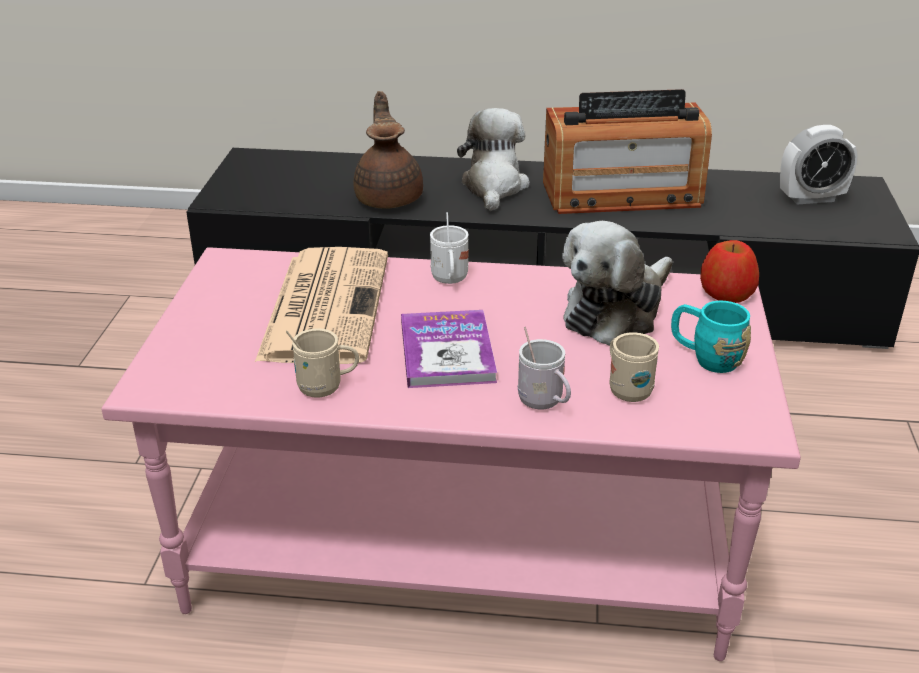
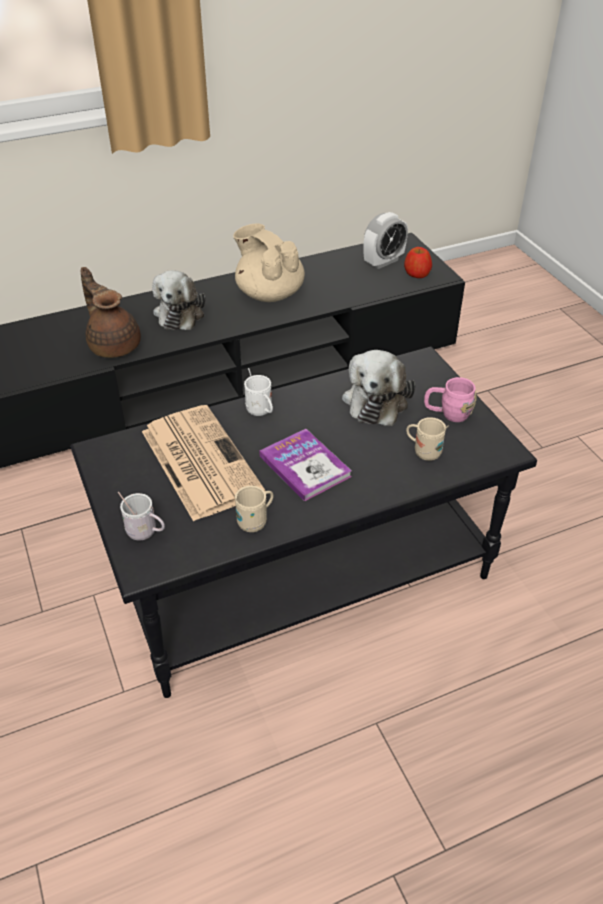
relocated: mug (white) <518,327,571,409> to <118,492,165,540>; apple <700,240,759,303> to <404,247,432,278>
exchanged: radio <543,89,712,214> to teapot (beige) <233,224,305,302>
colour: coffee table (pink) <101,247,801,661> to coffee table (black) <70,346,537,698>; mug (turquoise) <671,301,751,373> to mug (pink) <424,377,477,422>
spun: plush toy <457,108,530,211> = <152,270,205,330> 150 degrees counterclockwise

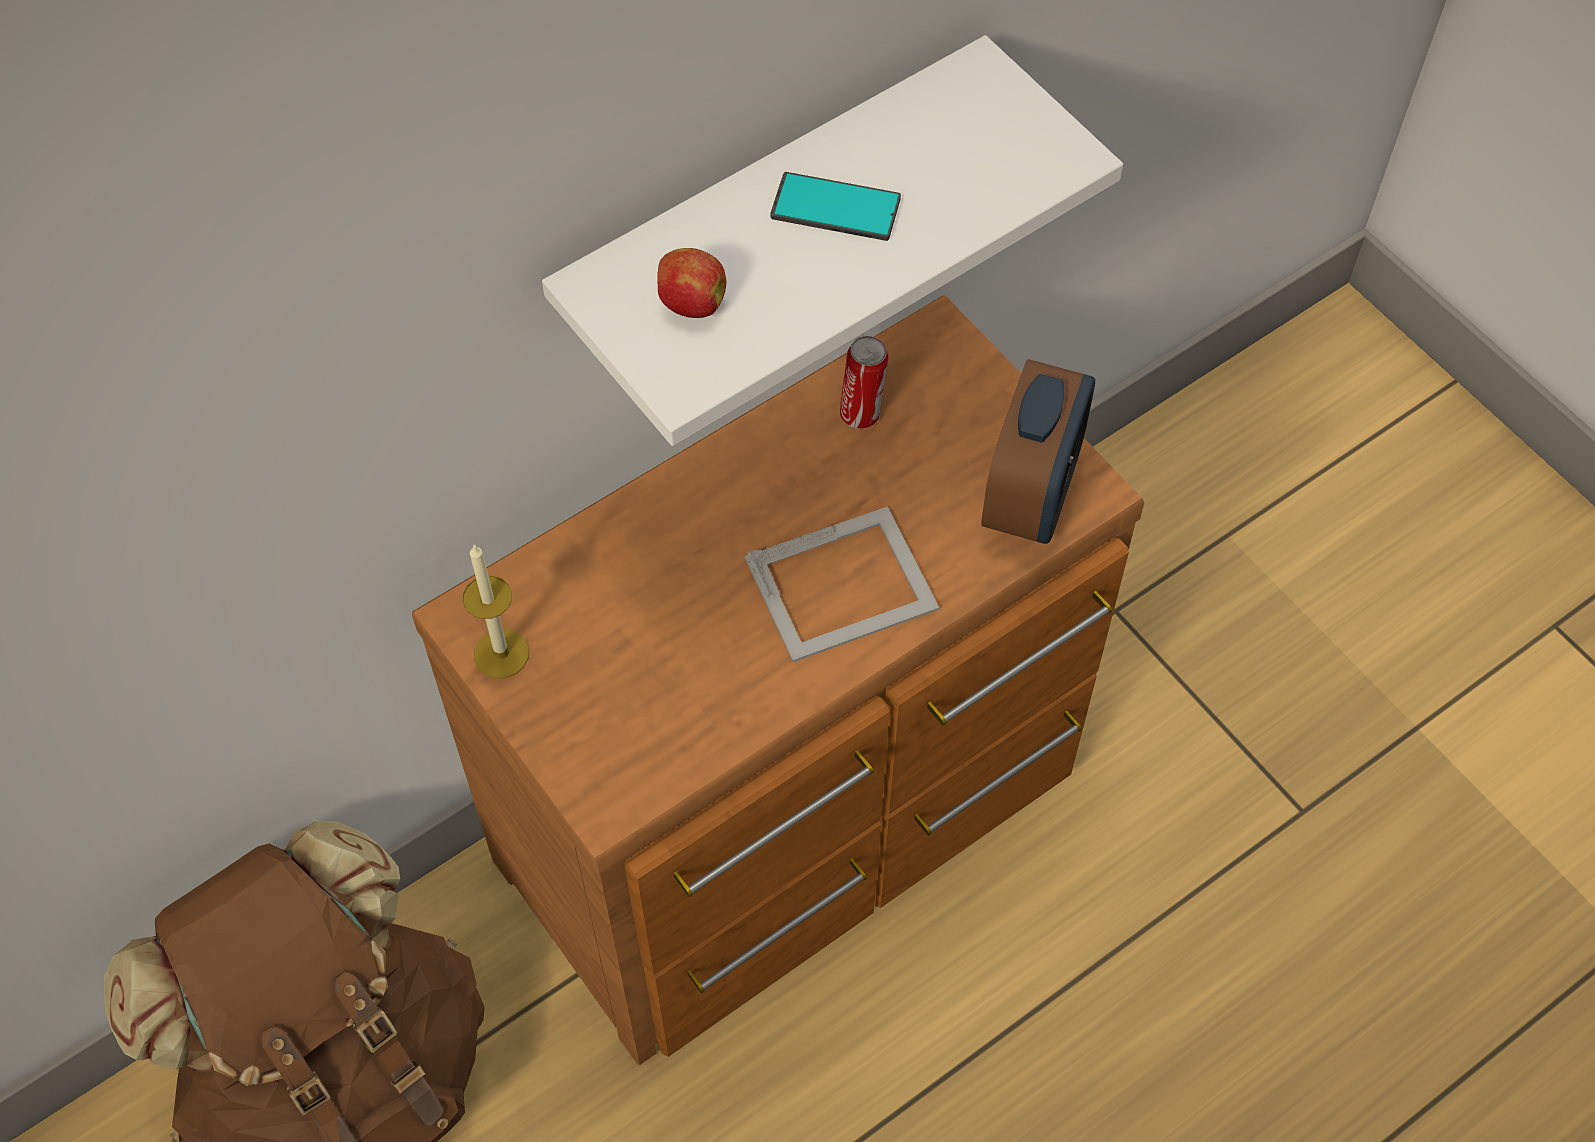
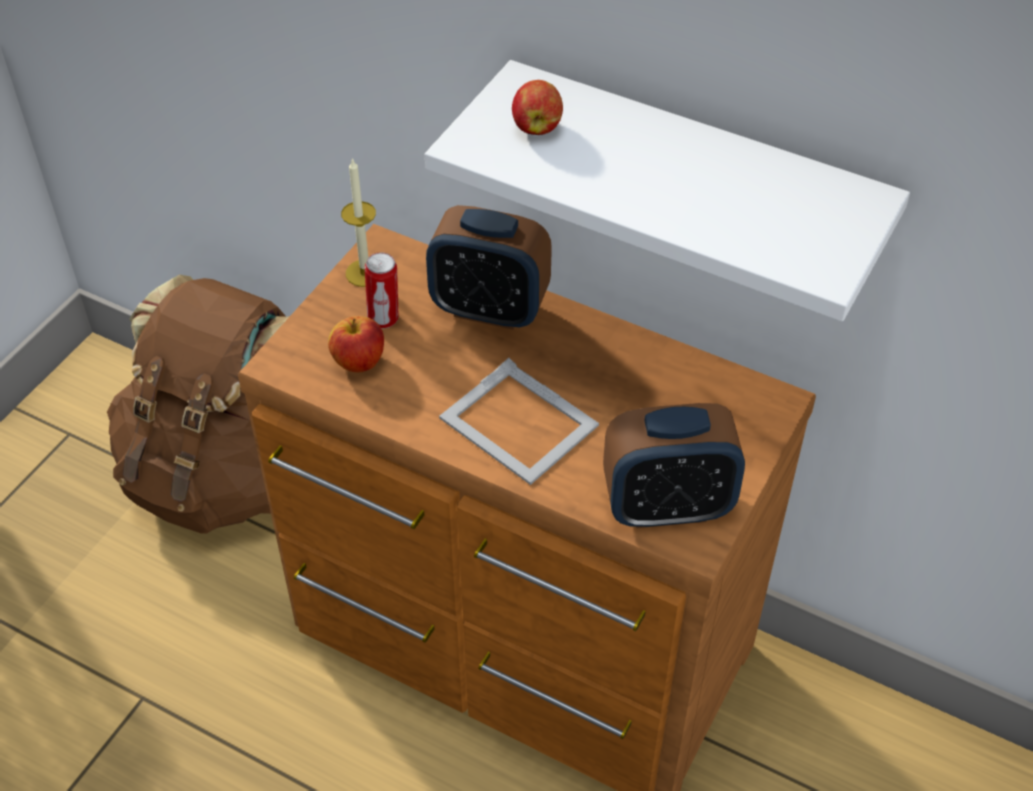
missing: phone <770,172,901,241>
appeared: apple <328,316,384,372>; alarm clock <426,205,552,330>
relocated: can <840,336,888,429> to <365,252,399,329>

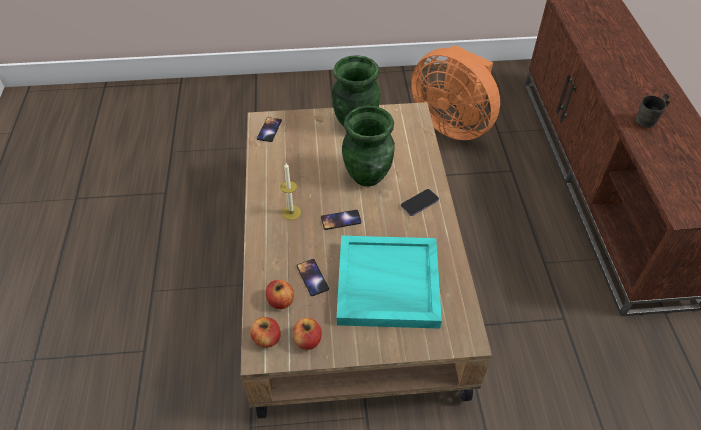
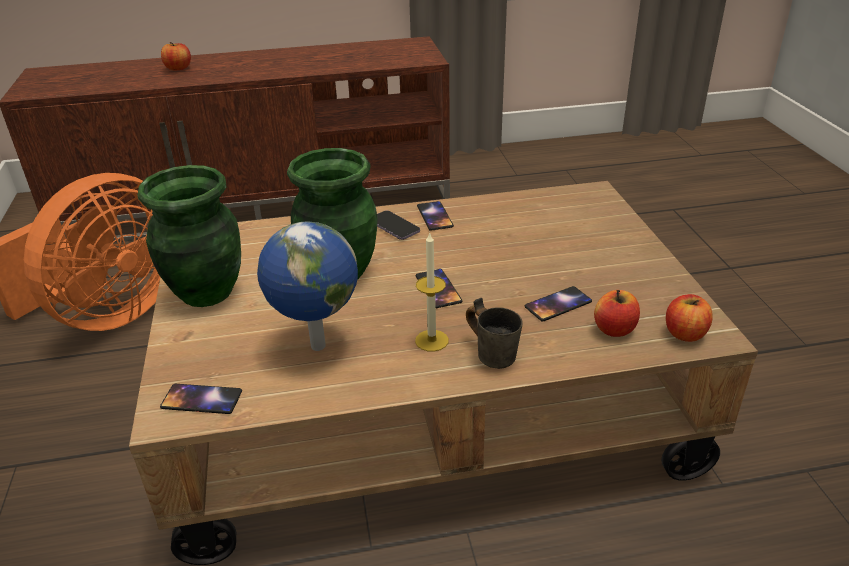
missing: tray (turquoise) <337,236,442,329>
appeared: globe <257,221,358,351>; phone <417,201,454,231>
relocated: apple <293,318,322,350> to <161,42,191,71>; mug (grey) <636,93,670,128> to <466,298,523,369>

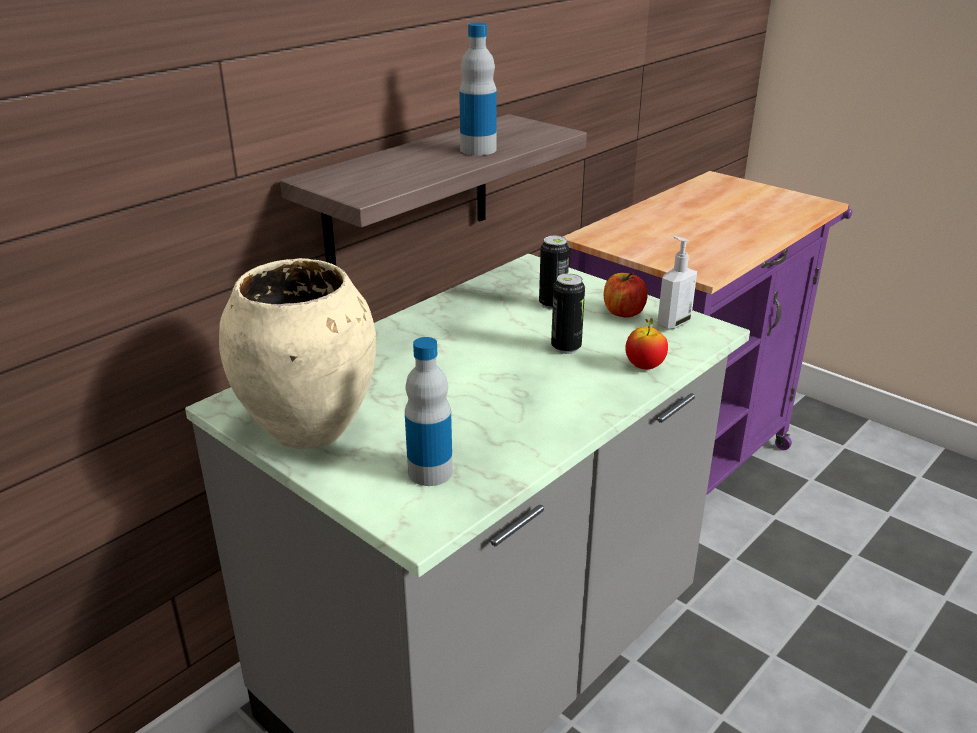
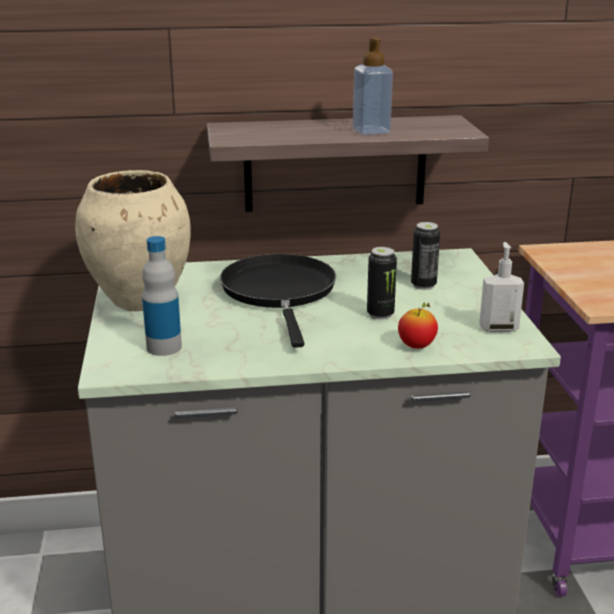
missing: apple <604,272,648,318>
appeared: frying pan (black) <220,254,336,348>
exchanged: bottle <459,23,497,155> to soap dispenser <353,37,393,135>

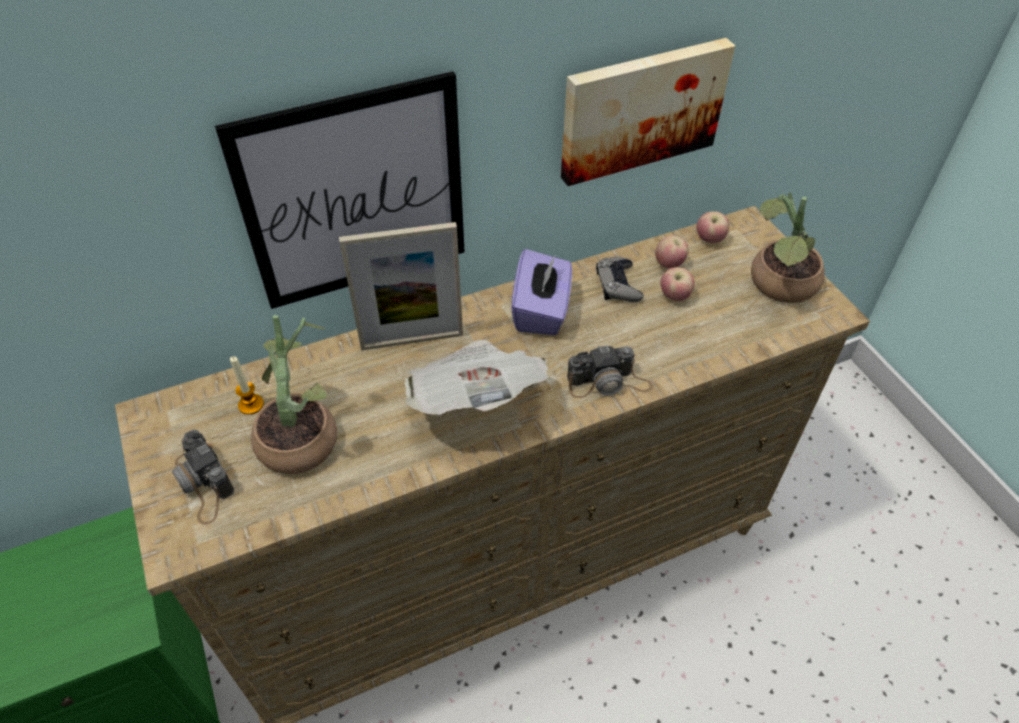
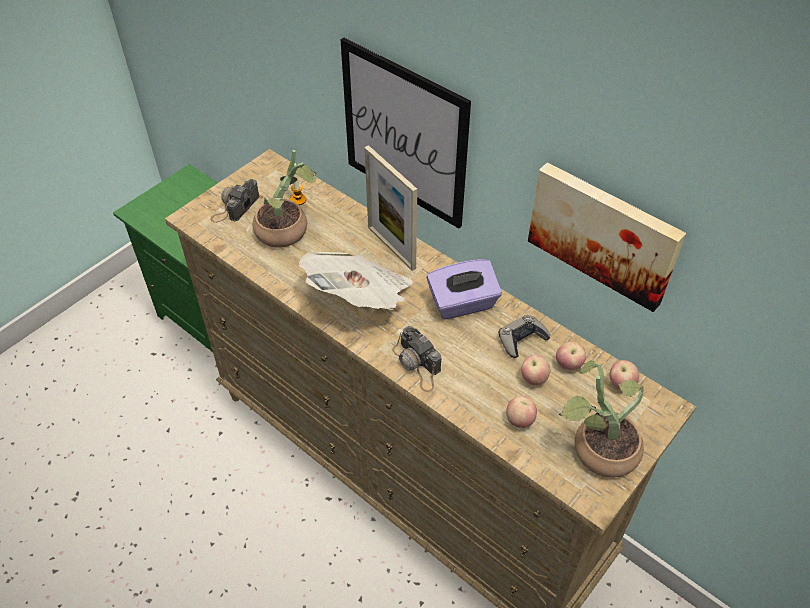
appeared: apple <506,396,537,428>

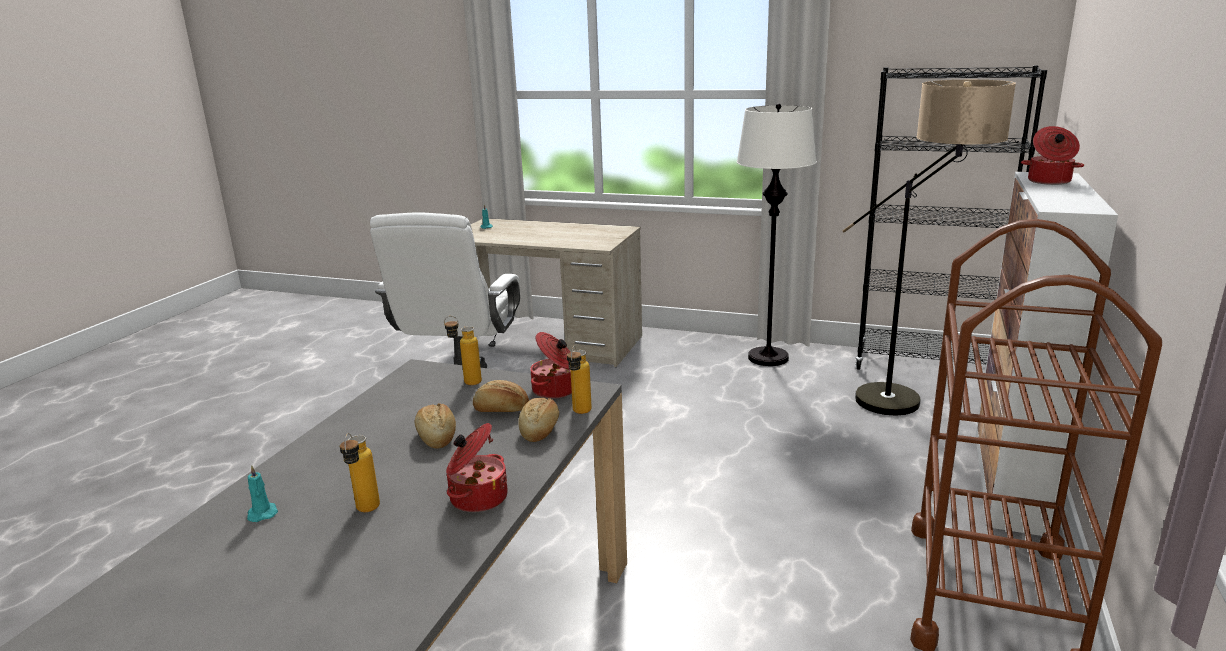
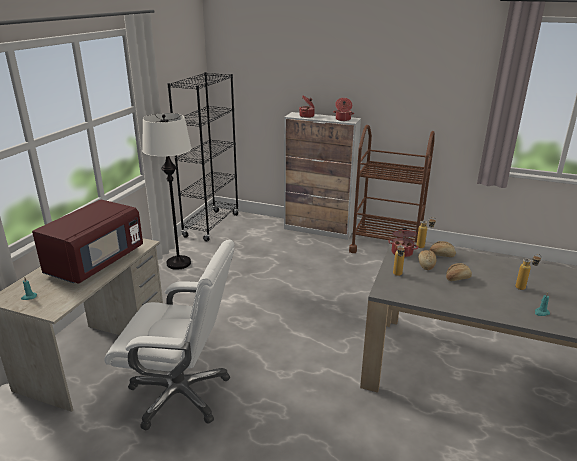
missing: floor lamp <843,80,1016,416>
appeared: microwave (red) <32,199,143,284>
relocated: cooking pot <446,423,508,512> to <333,98,354,121>

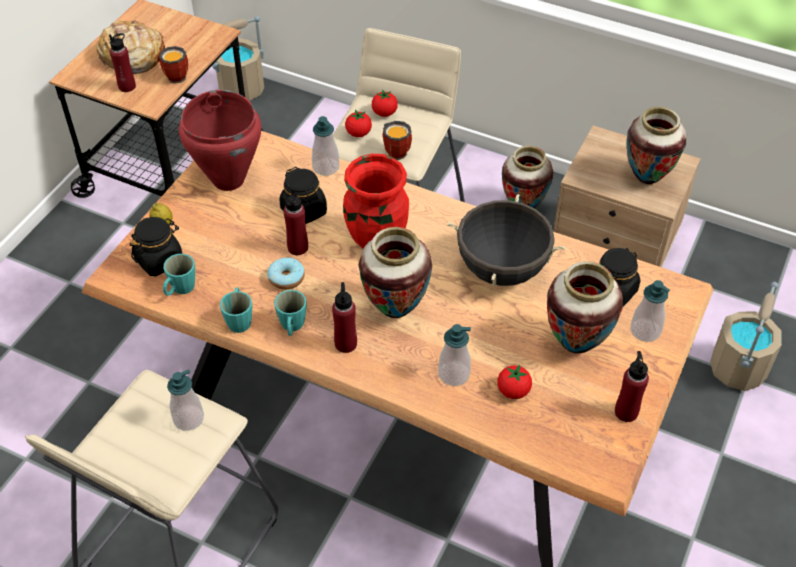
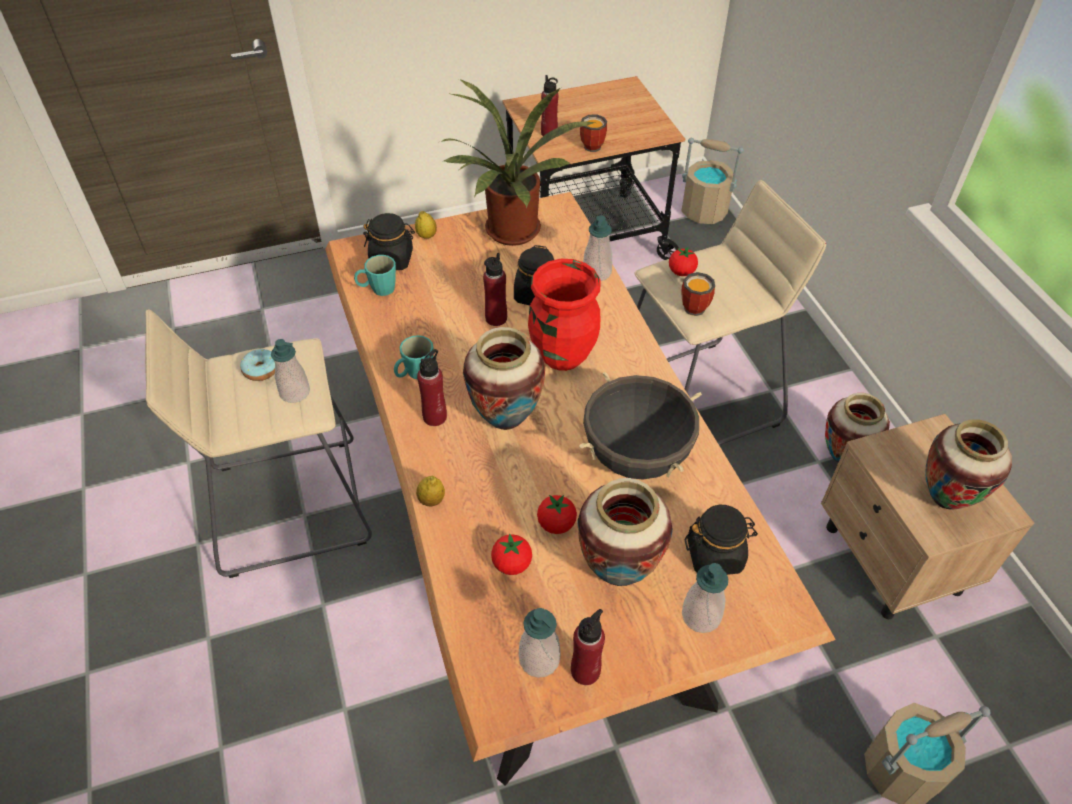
missing: bread <96,20,165,74>; mug (turquoise) <220,287,252,333>
appeared: lemon <416,476,445,506>
relocated: donut <267,258,305,290> to <240,349,275,381>; tomato <372,89,398,117> to <537,495,577,534>; soap dispenser <438,324,471,386> to <519,608,561,678>
exchanged: cooking pot (red) <179,90,261,191> to potted plant <441,79,595,246>

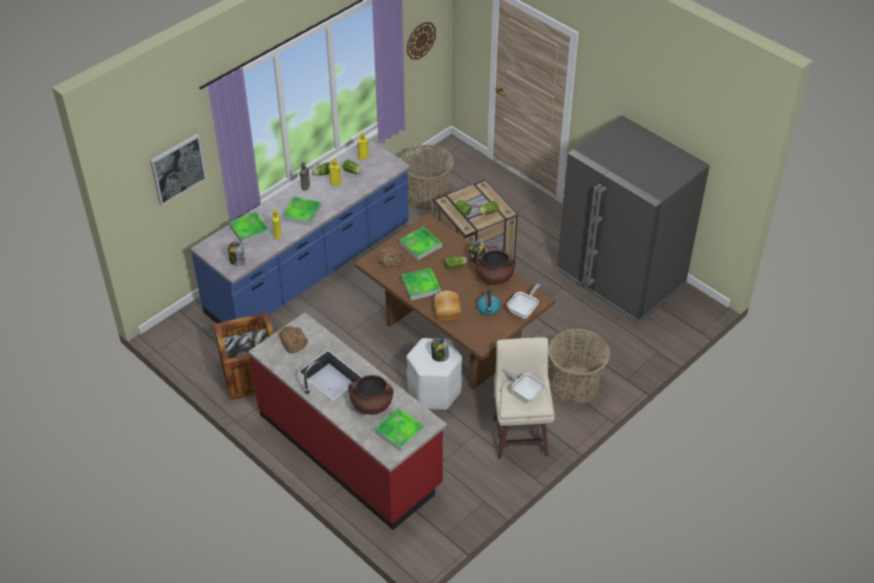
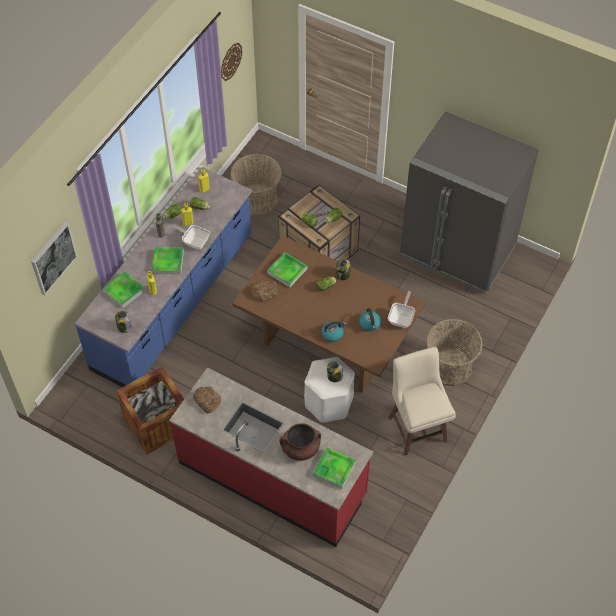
missing: tray <401,268,441,301>; cooking pot (brown) <474,250,515,285>
relocated: frying pan <502,368,546,403> to <171,225,210,250>
exchanged: bread <434,290,461,320> to kettle <322,321,346,342>

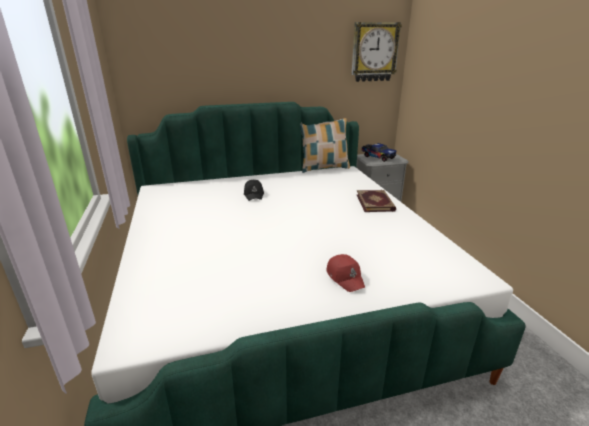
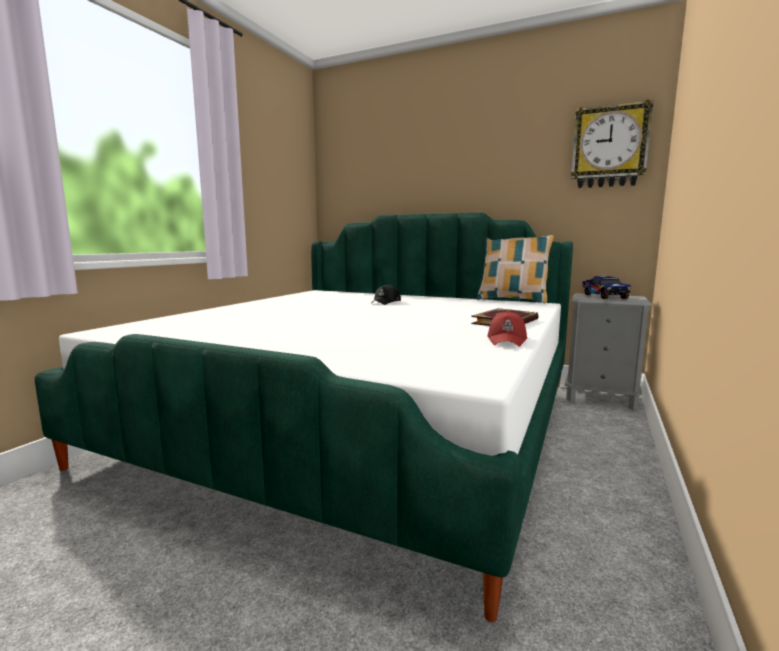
relocated: cap (red) <326,254,365,292> to <487,311,527,347>

